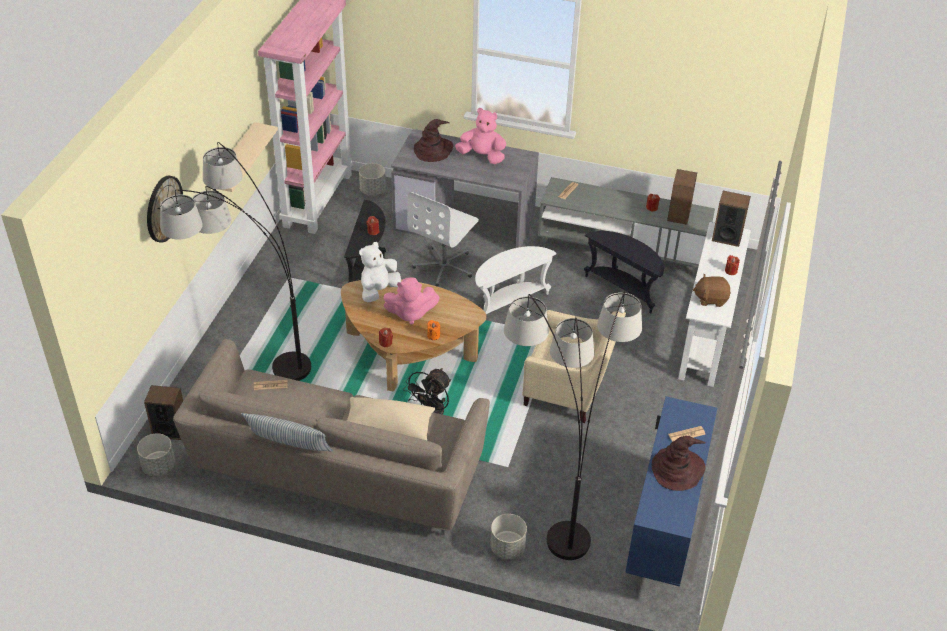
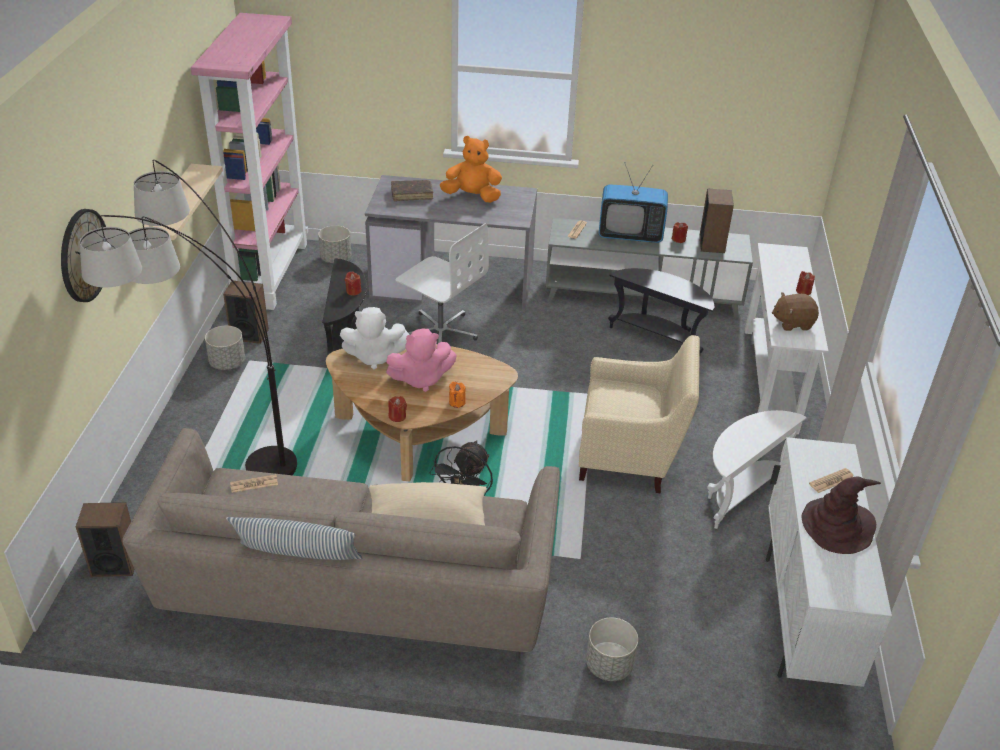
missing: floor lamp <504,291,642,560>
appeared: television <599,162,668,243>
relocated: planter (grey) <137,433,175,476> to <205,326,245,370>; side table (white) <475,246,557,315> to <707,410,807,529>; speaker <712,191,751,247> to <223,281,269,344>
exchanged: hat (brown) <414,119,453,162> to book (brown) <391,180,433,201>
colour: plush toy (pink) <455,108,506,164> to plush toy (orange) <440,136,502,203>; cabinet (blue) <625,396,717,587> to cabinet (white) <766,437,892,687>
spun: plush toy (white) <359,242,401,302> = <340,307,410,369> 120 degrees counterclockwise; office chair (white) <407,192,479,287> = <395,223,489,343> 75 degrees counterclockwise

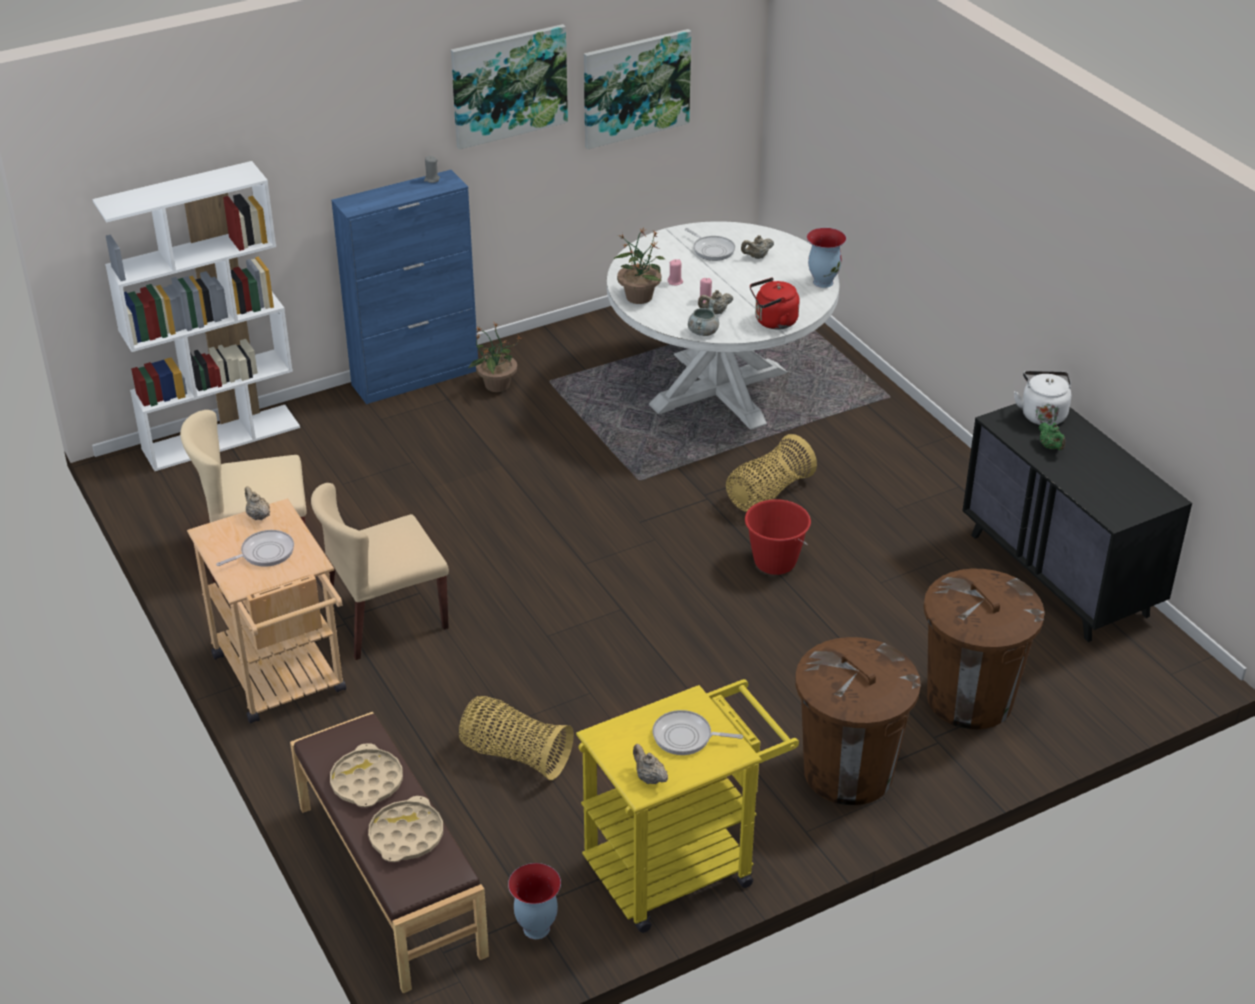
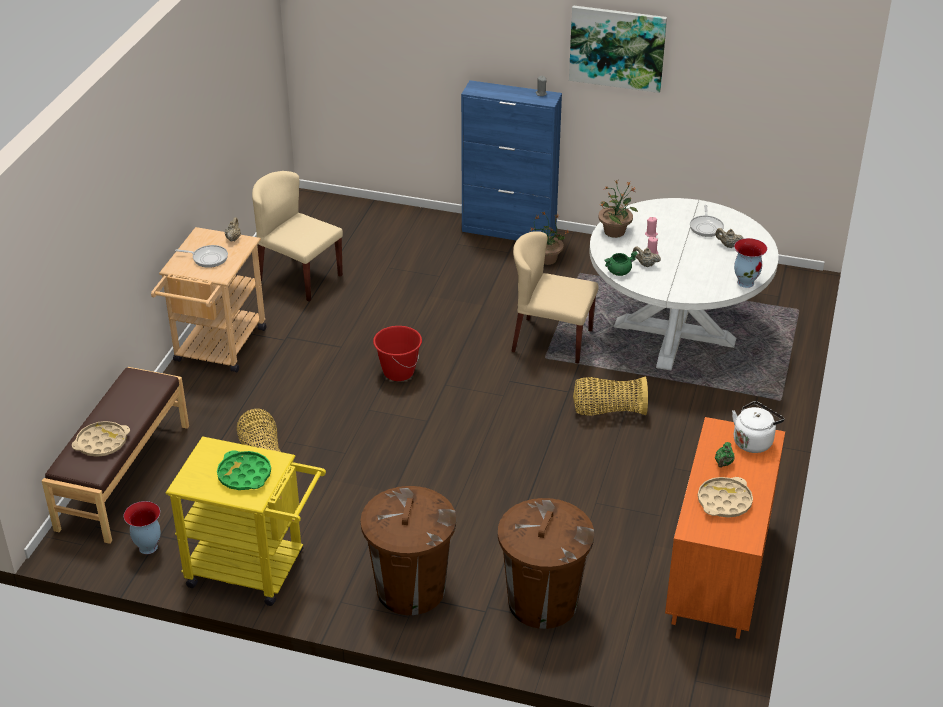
missing: bookcase (white) <93,161,300,471>; picture <584,29,691,149>; teapot (beige) <633,744,668,784>; kettle (red) <750,278,800,330>
relocated: chair (beige) <311,483,449,660> to <511,231,598,364>; tray (beige) <330,743,403,807> to <698,477,753,517>; bucket (red) <745,499,811,575> to <373,326,422,381>
exchanged: frying pan <652,710,743,755> to tray (green) <217,450,271,490>
colour: cooking pot (grey) <688,299,719,336> to cooking pot (green) <604,251,638,276>; dresser (black) <962,404,1192,642> to dresser (orange) <665,417,785,639>

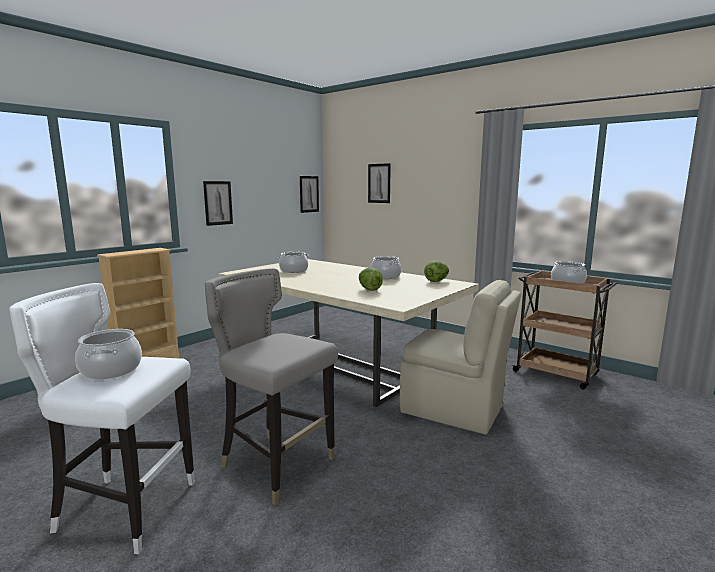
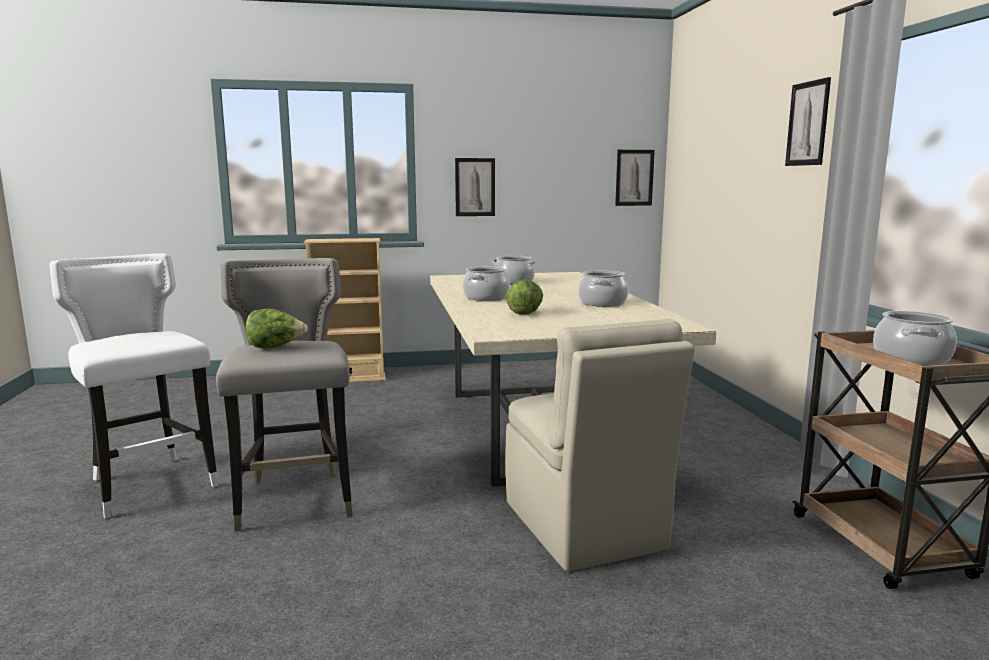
relocated: cooking pot <75,329,142,379> to <463,267,510,301>; picture <368,163,391,203> to <785,77,831,166>; lettuce <424,261,449,282> to <245,308,308,349>

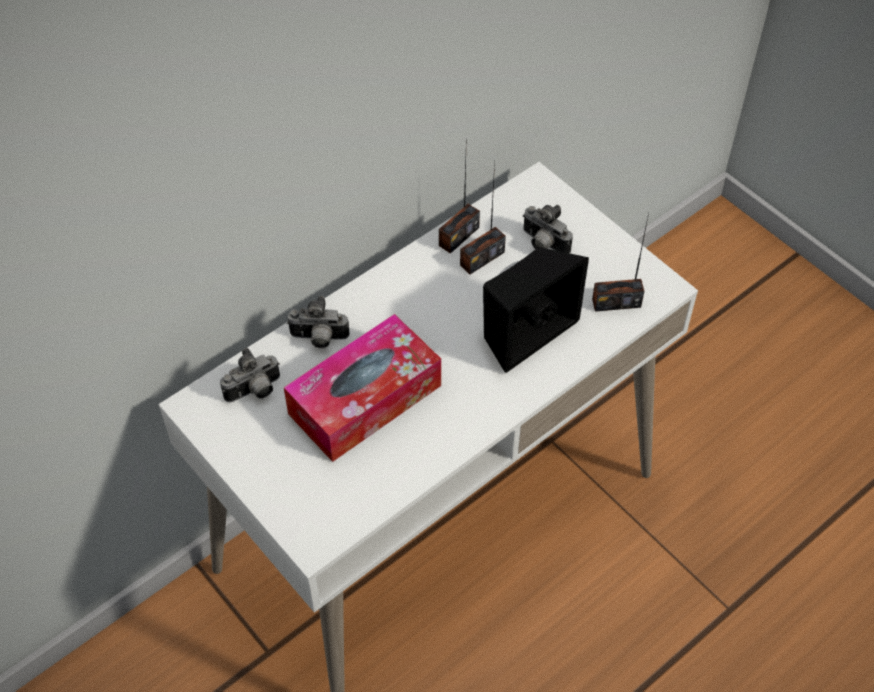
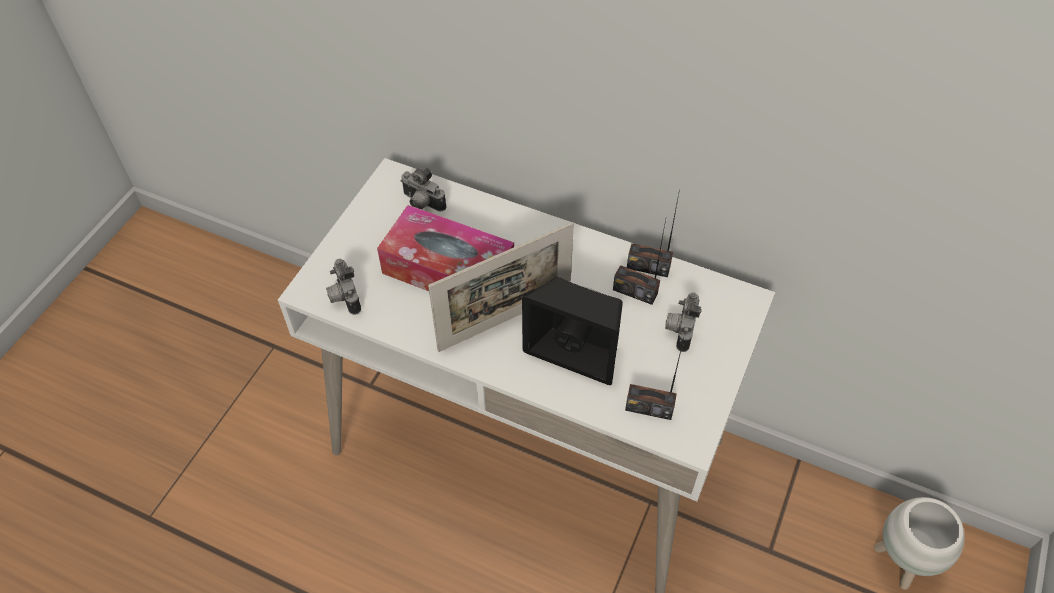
appeared: picture frame <428,222,574,352>; planter (white) <874,497,965,590>
relocated: photo camera <287,296,350,348> to <326,259,361,315>
spun: radio <592,213,649,312> = <625,338,684,420> 45 degrees counterclockwise

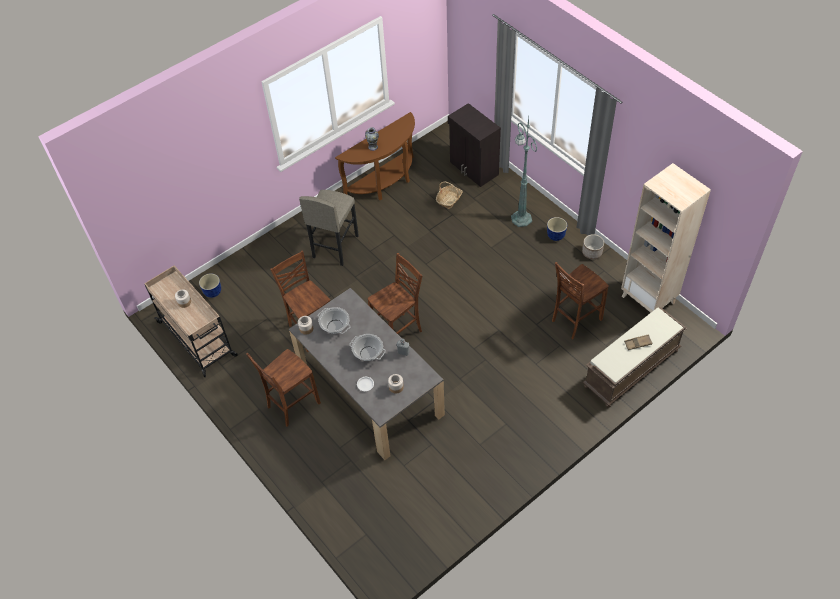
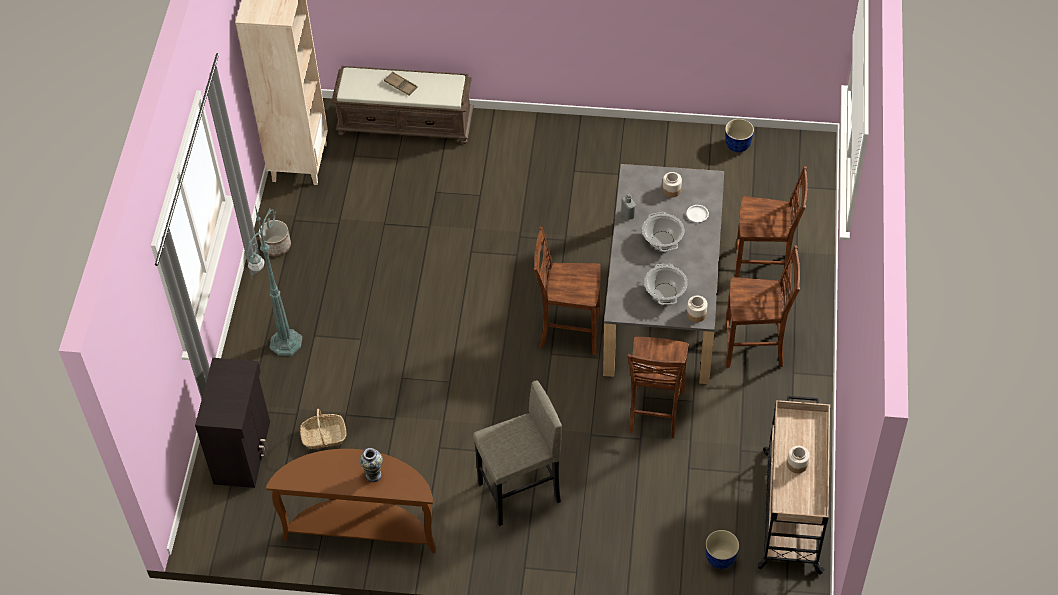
relocated: planter <547,217,567,241> to <725,119,754,152>; chair (brown) <552,262,609,339> to <735,166,807,278>

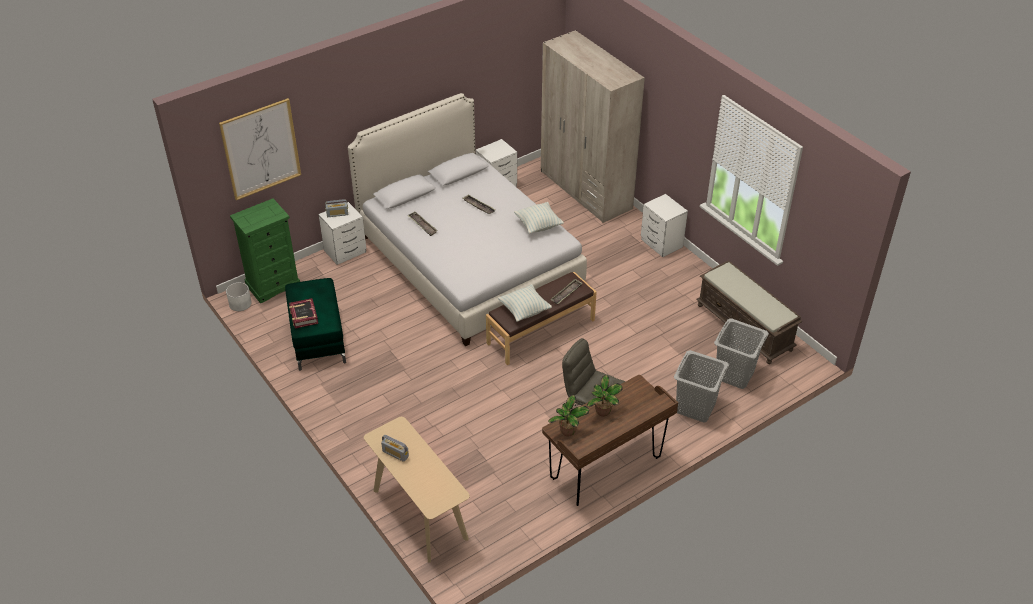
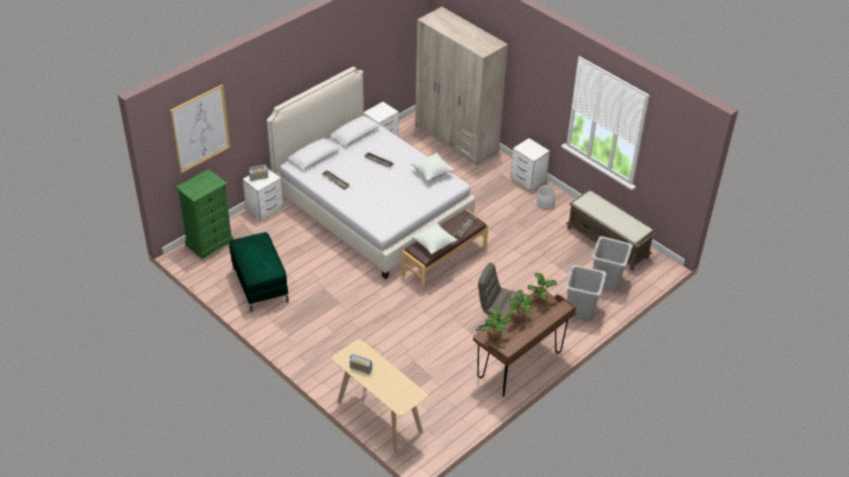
missing: book <289,298,319,329>
appeared: potted plant <527,273,557,304>
relocated: planter (white) <226,282,252,311> to <537,185,556,208>

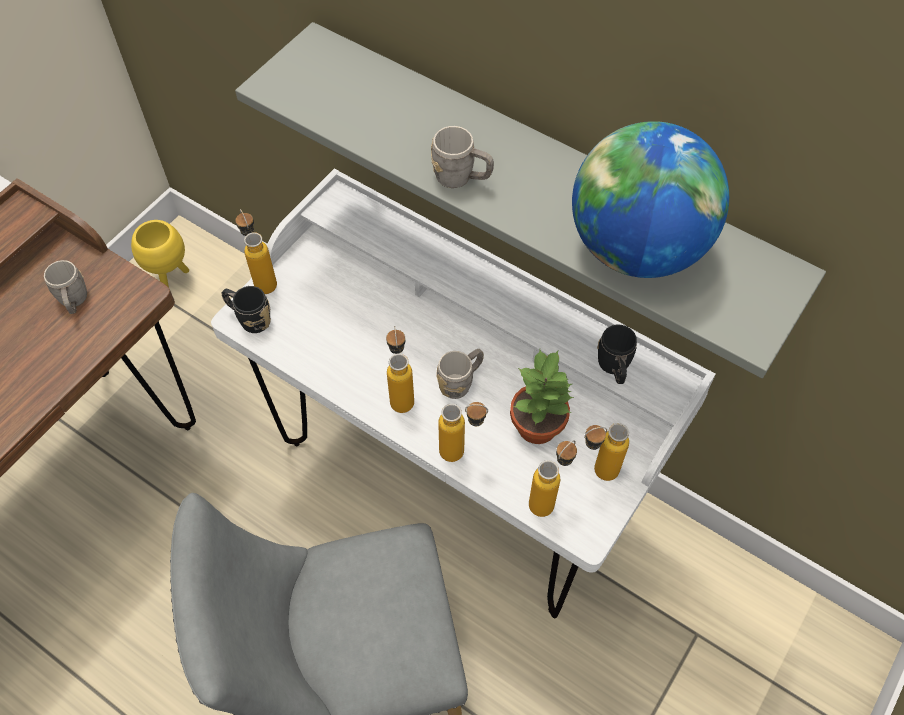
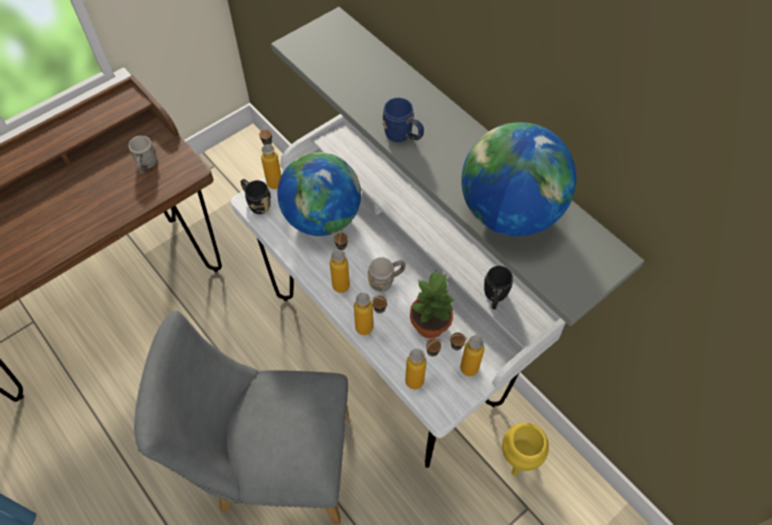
appeared: globe <277,152,361,236>
relocated: planter (yellow) <131,220,189,287> to <502,423,549,476>
colour: mug (grey) <431,126,494,188> to mug (blue) <382,98,424,142>

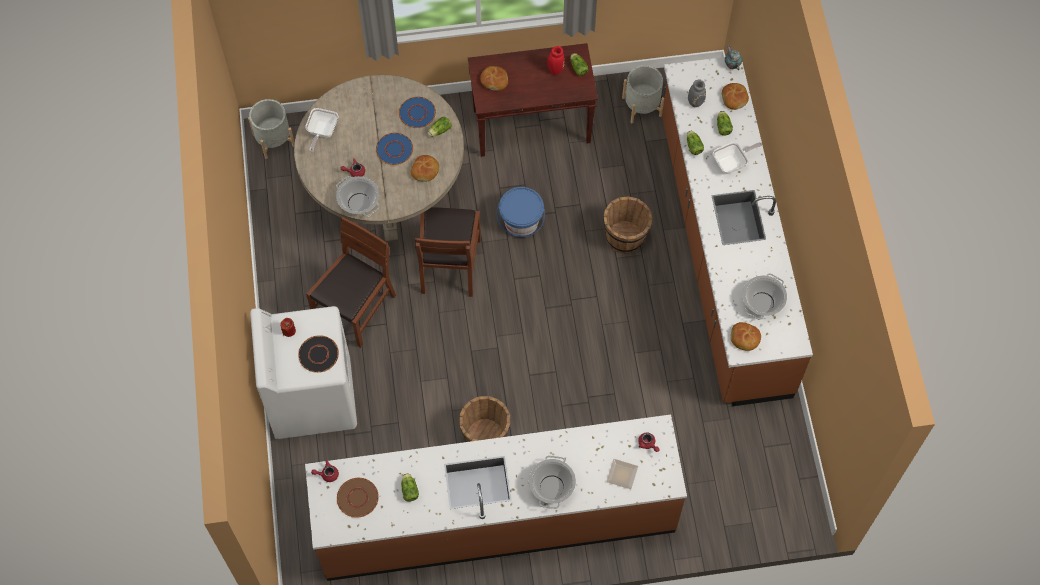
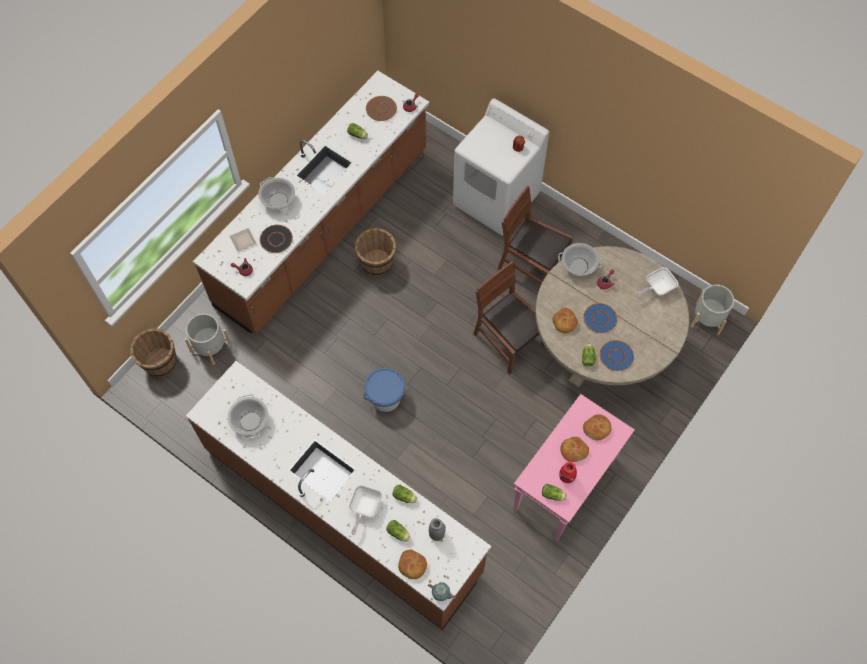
relocated: plate (black) <298,335,339,373> to <260,225,293,253>; bucket (blue) <497,187,545,237> to <363,368,405,412>; bucket (brown) <603,196,652,254> to <130,328,177,377>; planter (grey) <622,65,664,123> to <185,313,231,365>; bread <731,322,761,351> to <560,437,589,462>
colour: console table (brown) <468,43,598,157> to console table (pink) <513,394,635,541>
spun: frying pan <305,108,338,152> = <635,267,678,296> 90 degrees counterclockwise; chair (brown) <306,217,396,348> = <498,186,573,284> 135 degrees clockwise

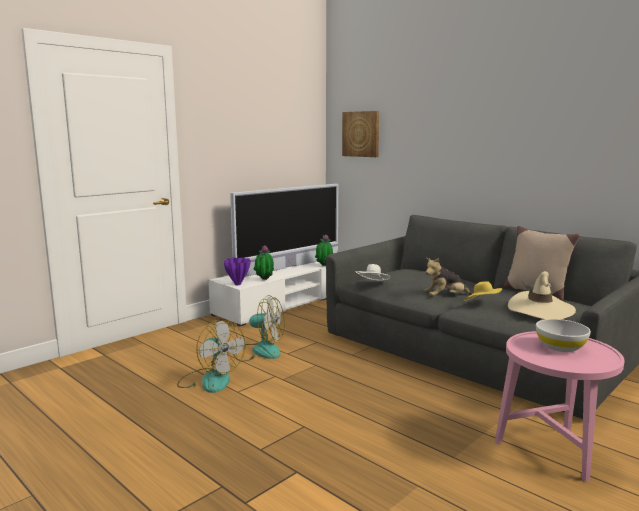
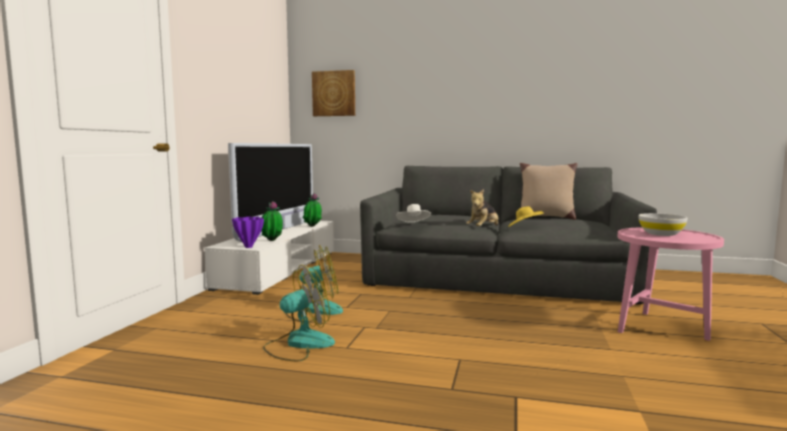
missing: hat (beige) <508,271,576,319>
spun: fan <177,319,246,393> = <263,265,335,361> 45 degrees counterclockwise

